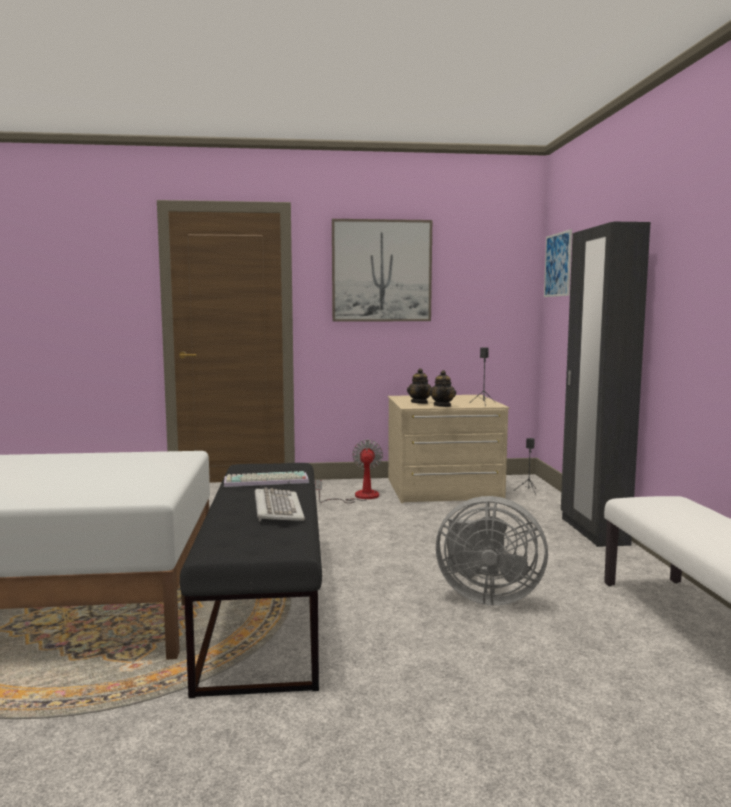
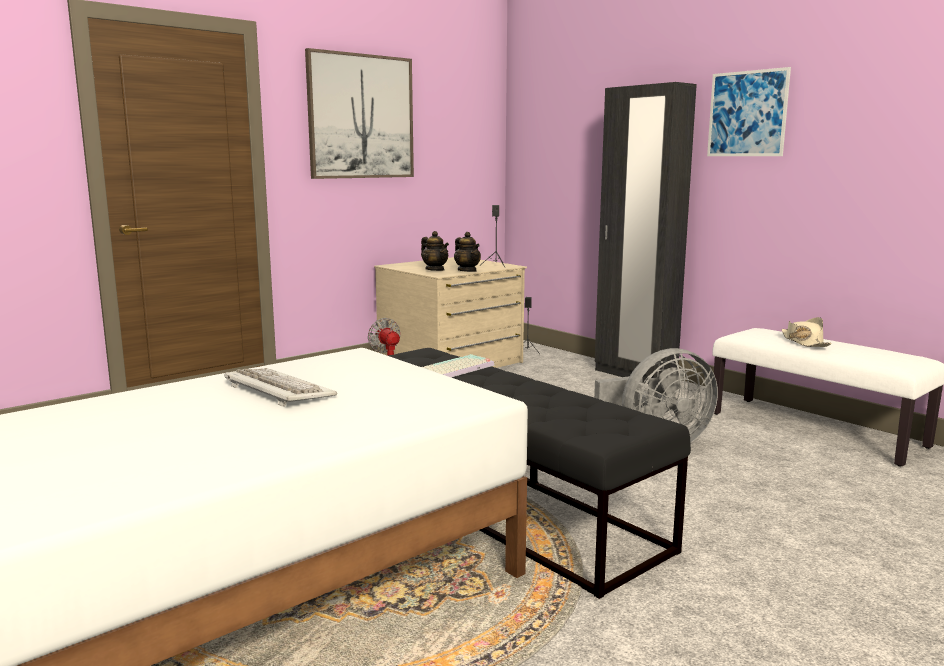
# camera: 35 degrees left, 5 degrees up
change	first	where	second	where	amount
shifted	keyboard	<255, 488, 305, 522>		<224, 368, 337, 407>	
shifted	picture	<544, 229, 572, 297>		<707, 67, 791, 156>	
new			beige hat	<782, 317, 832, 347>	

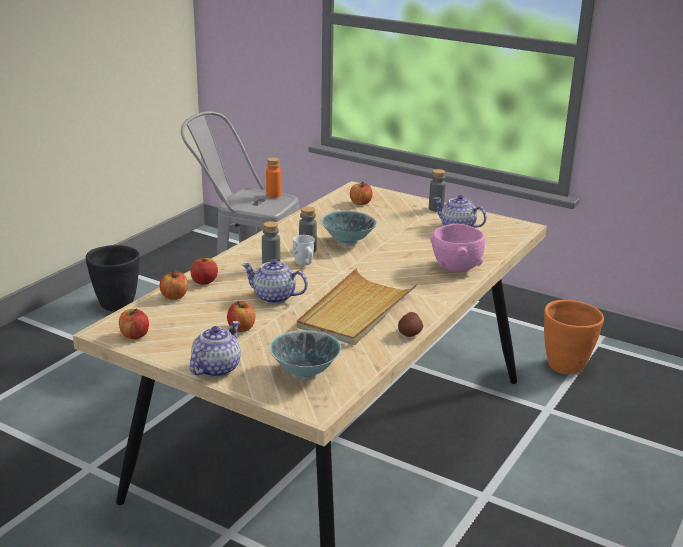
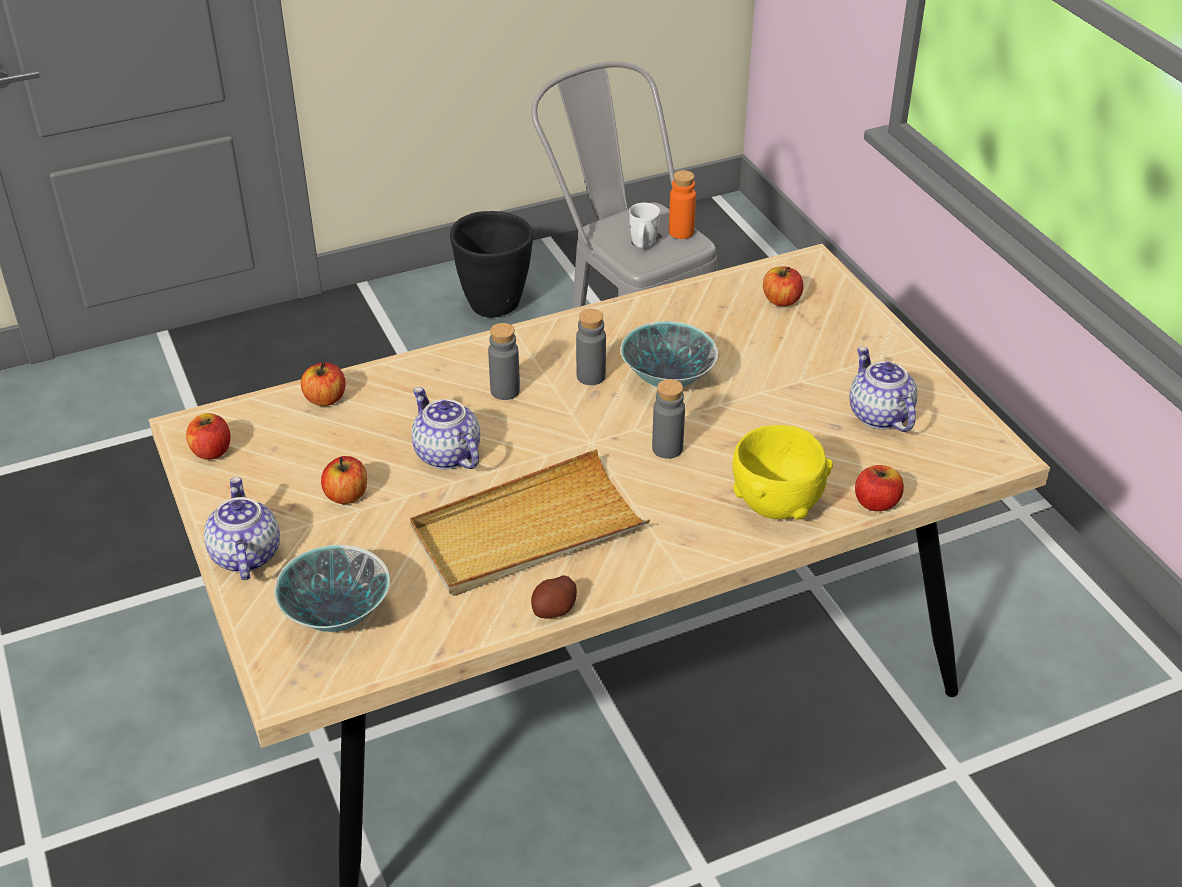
# camera: 35 degrees right, 15 degrees up
change	first	where	second	where	amount
rotated	pot for tea	<190, 321, 241, 377>		<204, 477, 280, 580>	75 degrees counterclockwise
shifted	white mug	<293, 235, 315, 265>		<629, 203, 660, 248>	
shifted	gray beverage bottle	<429, 169, 446, 212>		<652, 379, 685, 459>	
repainted	pink deep dish	<430, 224, 485, 272>	yellow deep dish	<733, 425, 833, 520>	
shifted	apple	<190, 258, 218, 285>		<855, 465, 904, 511>	
gone	orange-coloured planter	<544, 300, 604, 374>			

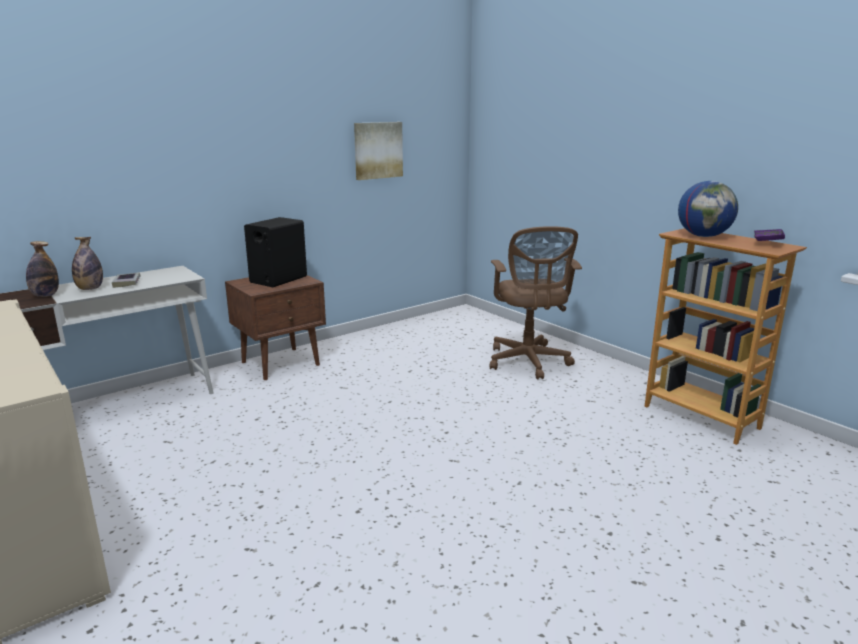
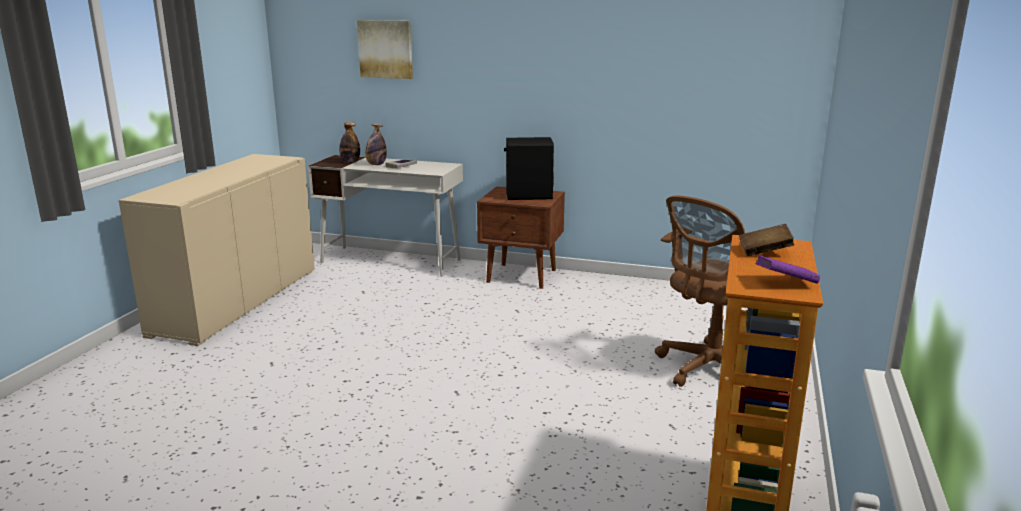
# camera: 55 degrees right, 0 degrees up
change	first	where	second	where	amount
shifted	picture	<354, 122, 403, 180>		<357, 20, 413, 79>	
swapped	desk globe	<678, 181, 738, 237>	brown-coloured book	<739, 224, 795, 256>	

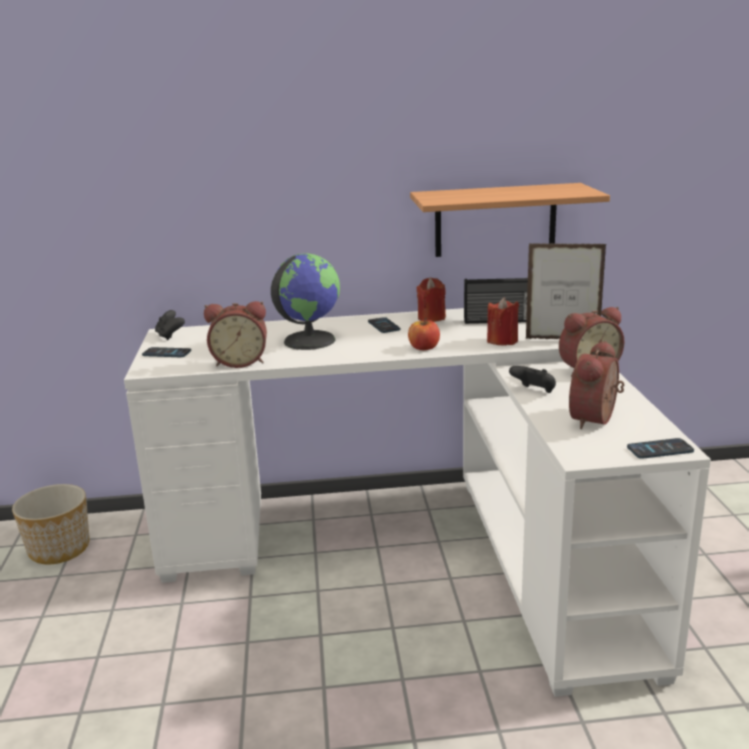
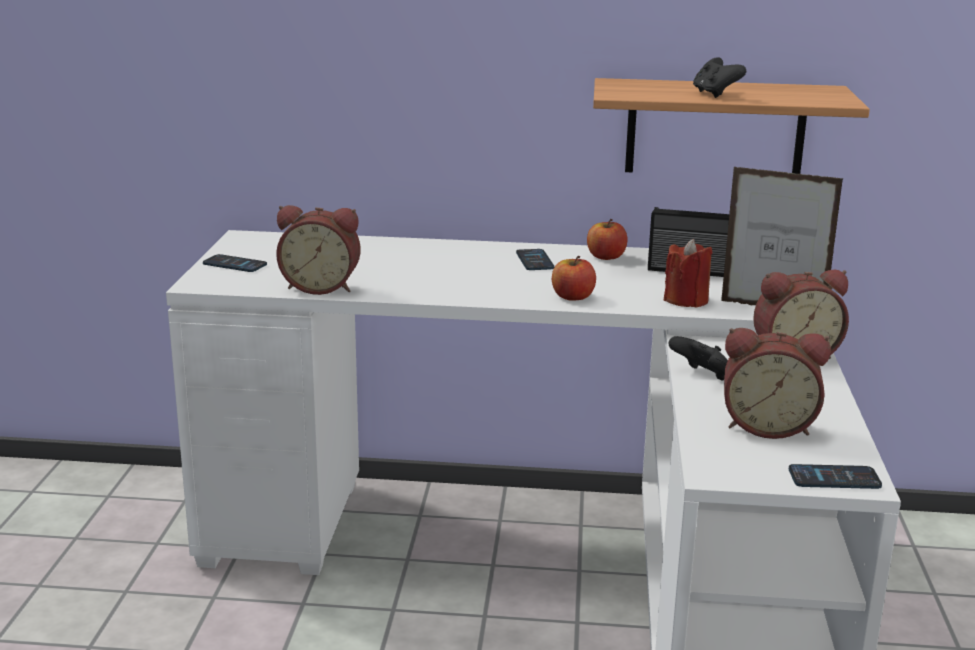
# camera: 10 degrees right, 0 degrees up
change	first	where	second	where	amount
swapped	red candle	<416, 278, 446, 322>	apple	<587, 219, 628, 260>	
shifted	blackish gamepad	<155, 310, 185, 340>		<693, 57, 746, 98>	
rotated	bedside clock	<569, 341, 624, 429>		<724, 328, 831, 439>	120 degrees counterclockwise
gone	planter	<12, 484, 90, 564>			
gone	desk globe	<271, 253, 340, 350>			

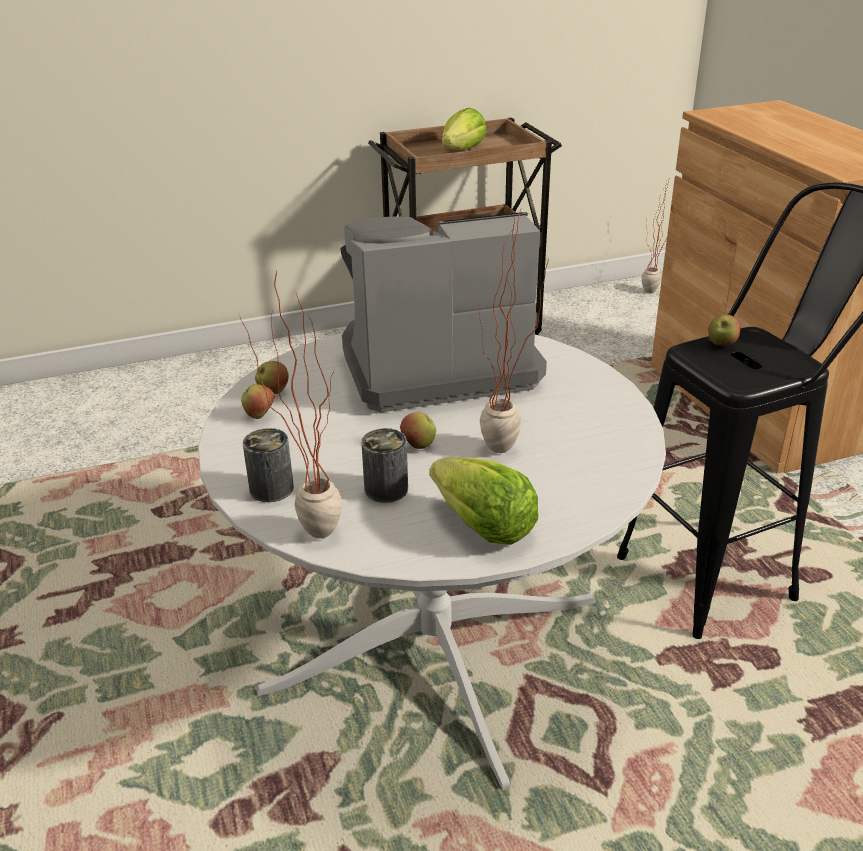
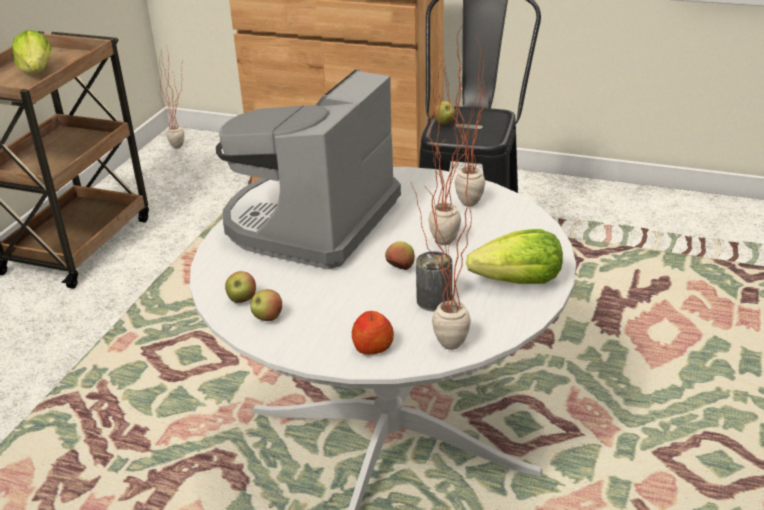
# camera: 50 degrees left, 0 degrees up
change	first	where	second	where	amount
swapped	metal can	<243, 428, 294, 502>	apple	<352, 311, 394, 355>	
new			houseplant	<439, 25, 486, 207>	

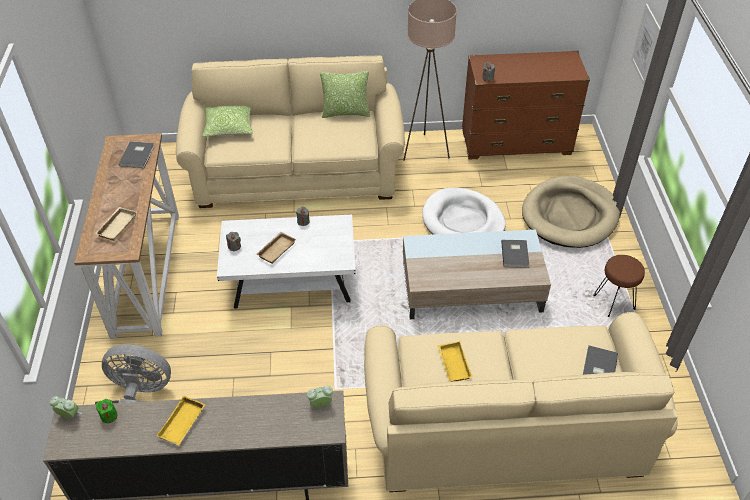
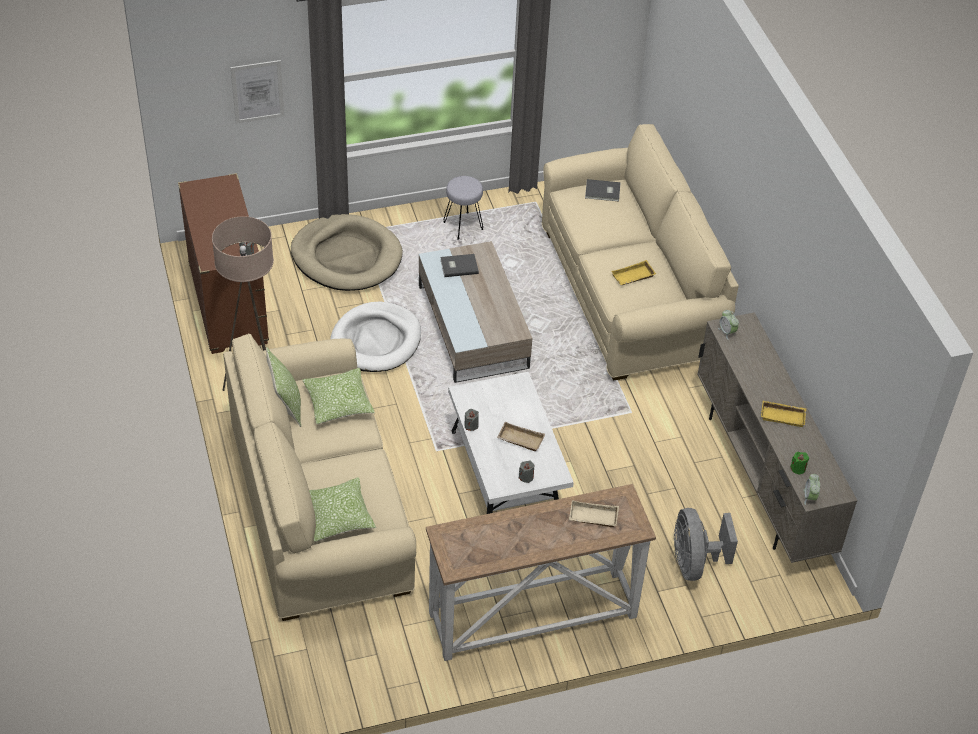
# camera: 105 degrees left, 0 degrees up
change	first	where	second	where	amount
new			pillow	<302, 368, 375, 424>	
repainted	brown-coloured stool	<593, 255, 645, 317>	gray stool	<443, 176, 483, 240>	
gone	gray book	<119, 141, 155, 168>			

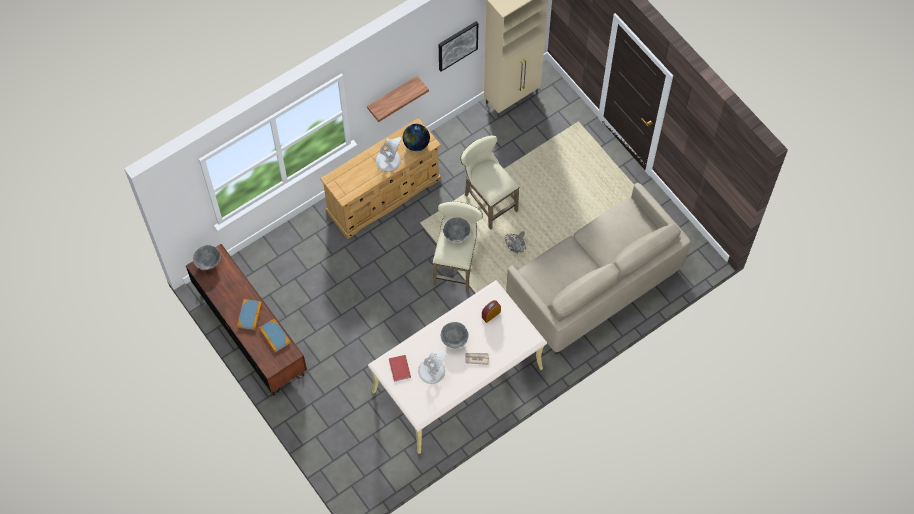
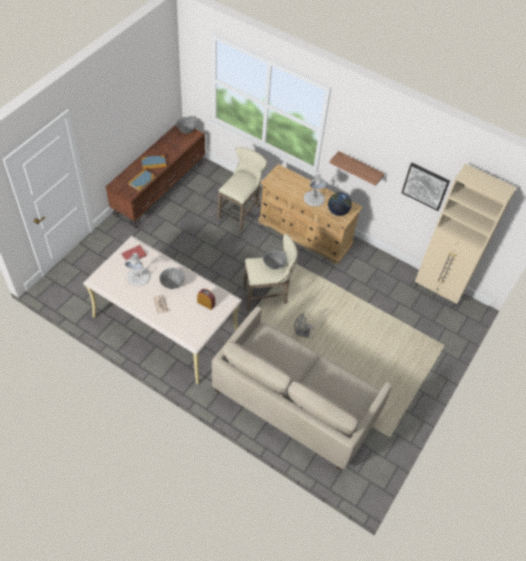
# camera: 65 degrees right, 10 degrees down
change	first	where	second	where	amount
shifted	beige stool	<460, 135, 519, 230>		<218, 147, 267, 231>	

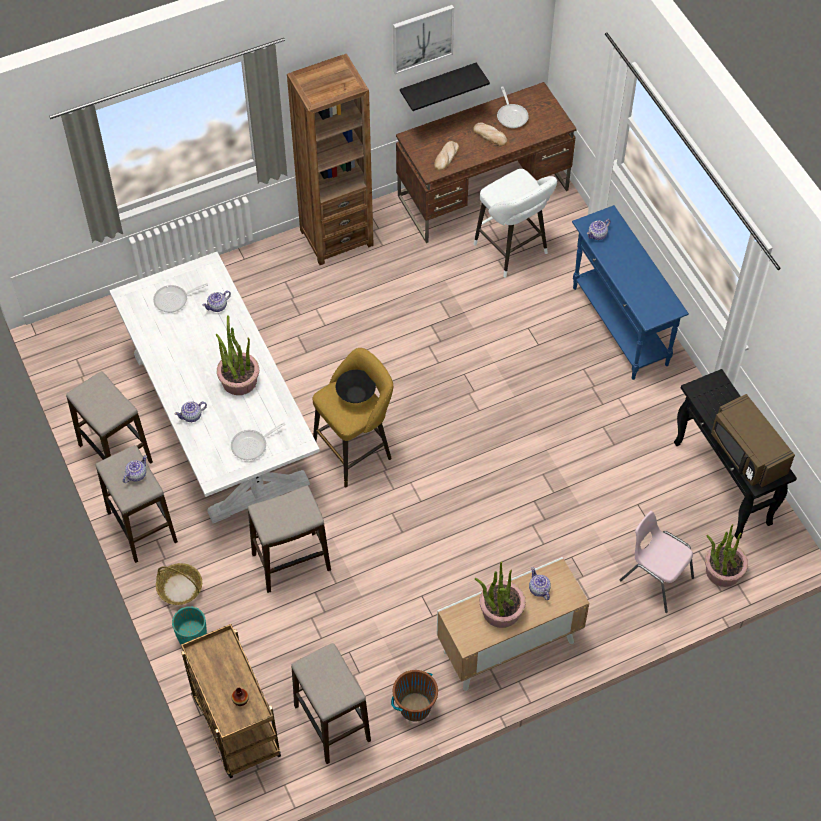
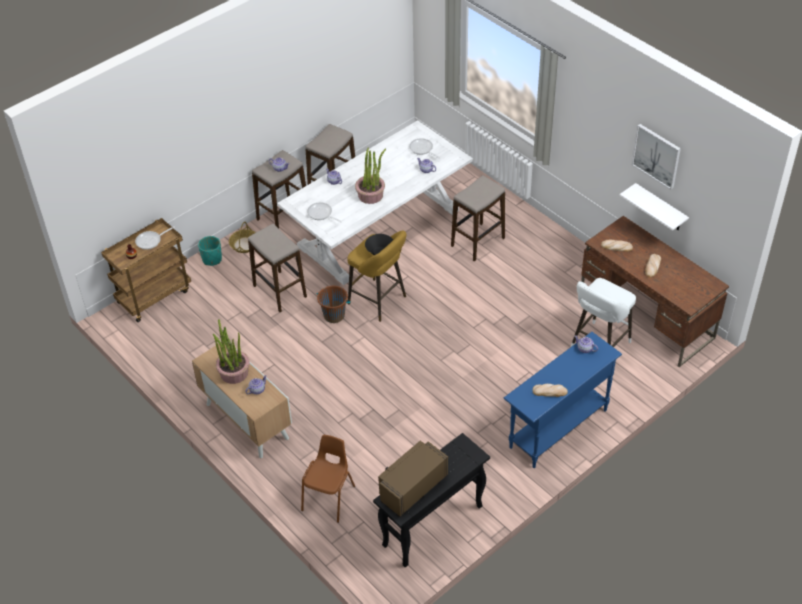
# camera: 75 degrees right, 10 degrees down
change	first	where	second	where	amount
shifted	frying pan	<497, 87, 529, 128>		<135, 226, 175, 250>	
repainted	pink chair	<620, 511, 694, 613>	brown-coloured chair	<301, 435, 355, 523>	
shifted	brown-coloured water bucket	<391, 670, 438, 722>		<317, 286, 350, 323>	
shifted	stool	<291, 643, 371, 764>		<451, 175, 505, 262>	
new			baked bread	<533, 384, 568, 397>	
repainted	blackish bracket shelf	<400, 62, 490, 111>	white bracket shelf	<619, 183, 689, 231>	
gone	brown-coloured shelving unit	<287, 54, 374, 265>			
gone	houseplant	<705, 524, 748, 587>			

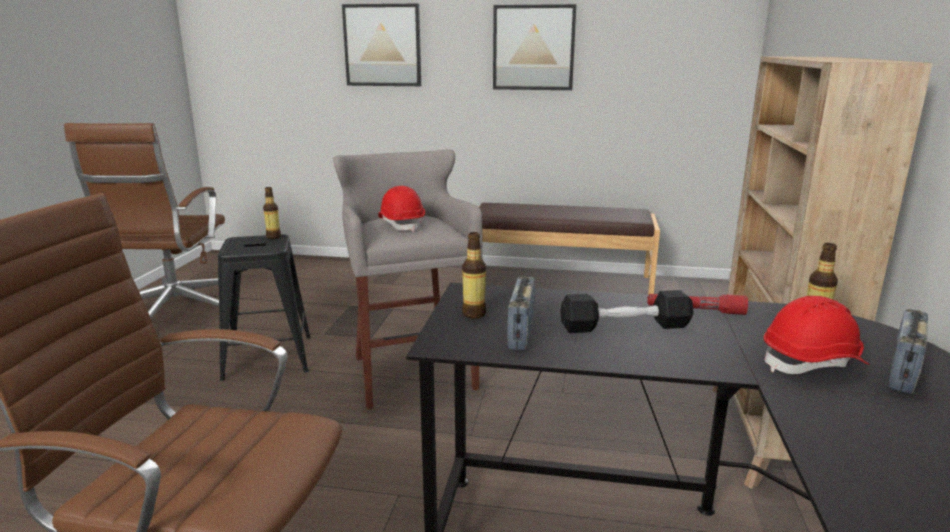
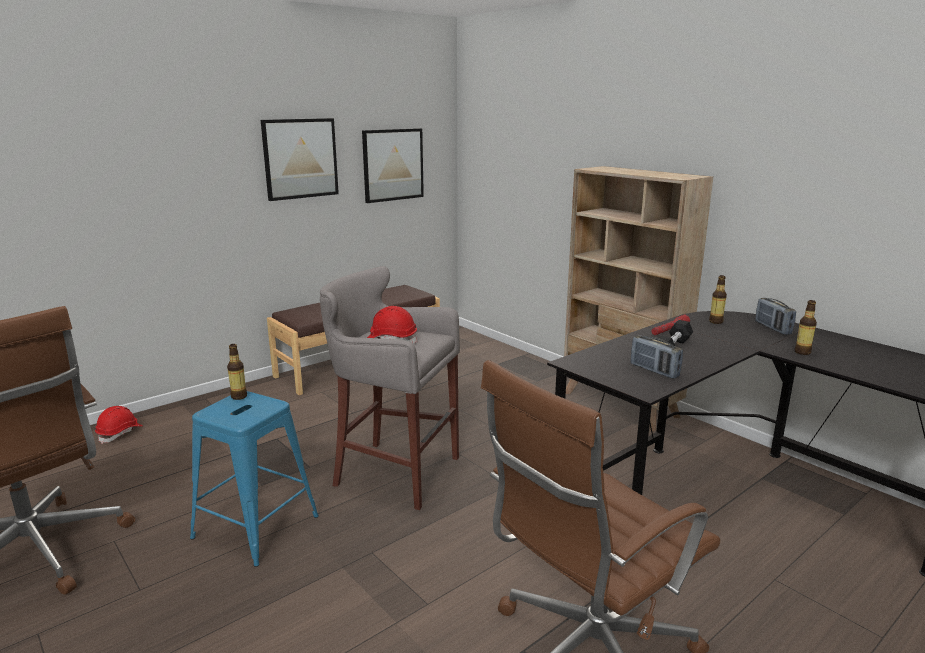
# camera: 50 degrees left, 0 degrees up
change	first	where	second	where	amount
shifted	red safety helmet	<763, 296, 870, 374>		<95, 406, 143, 444>	
repainted	blackish stool	<218, 234, 311, 381>	blue-coloured stool	<190, 391, 319, 567>	
shifted	picture	<342, 4, 421, 86>		<362, 128, 424, 203>	
shifted	beverage bottle	<462, 232, 486, 318>		<795, 300, 817, 355>	

